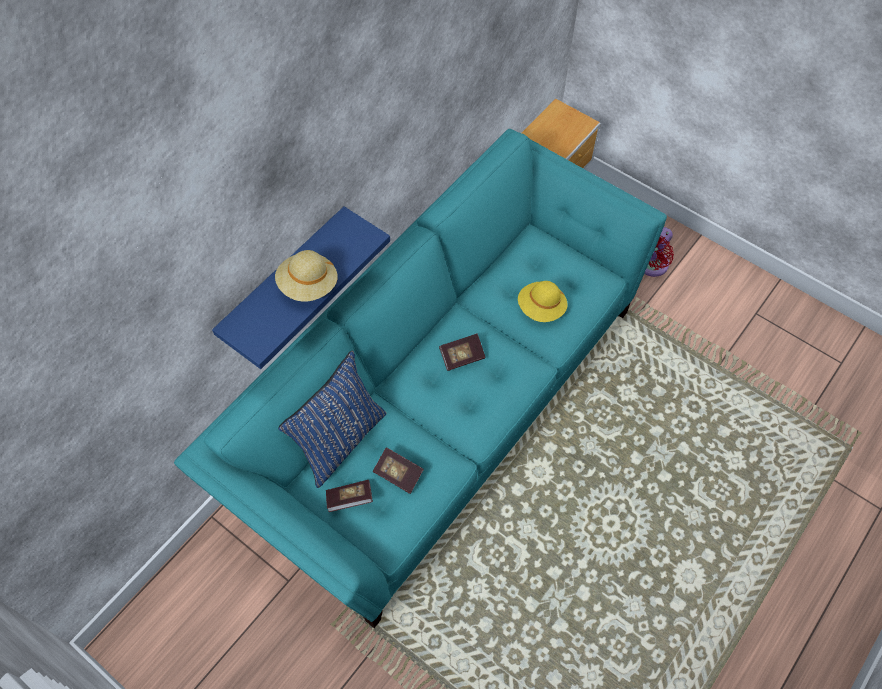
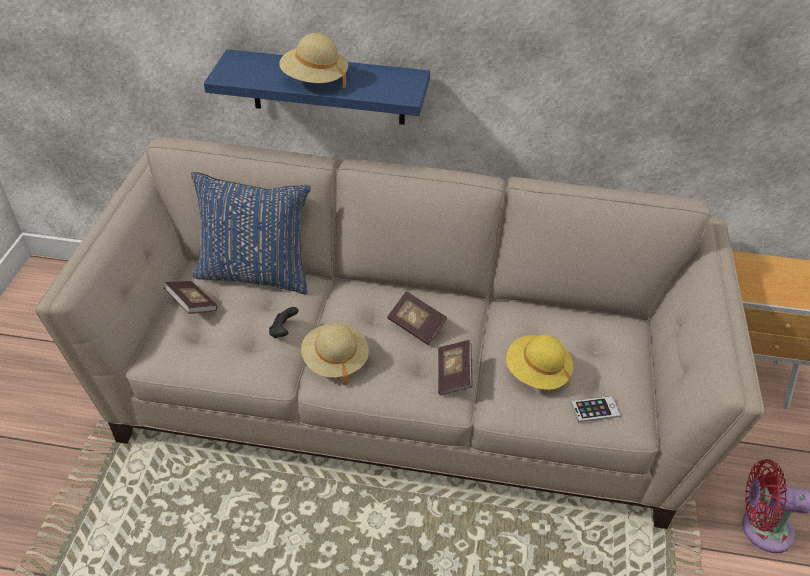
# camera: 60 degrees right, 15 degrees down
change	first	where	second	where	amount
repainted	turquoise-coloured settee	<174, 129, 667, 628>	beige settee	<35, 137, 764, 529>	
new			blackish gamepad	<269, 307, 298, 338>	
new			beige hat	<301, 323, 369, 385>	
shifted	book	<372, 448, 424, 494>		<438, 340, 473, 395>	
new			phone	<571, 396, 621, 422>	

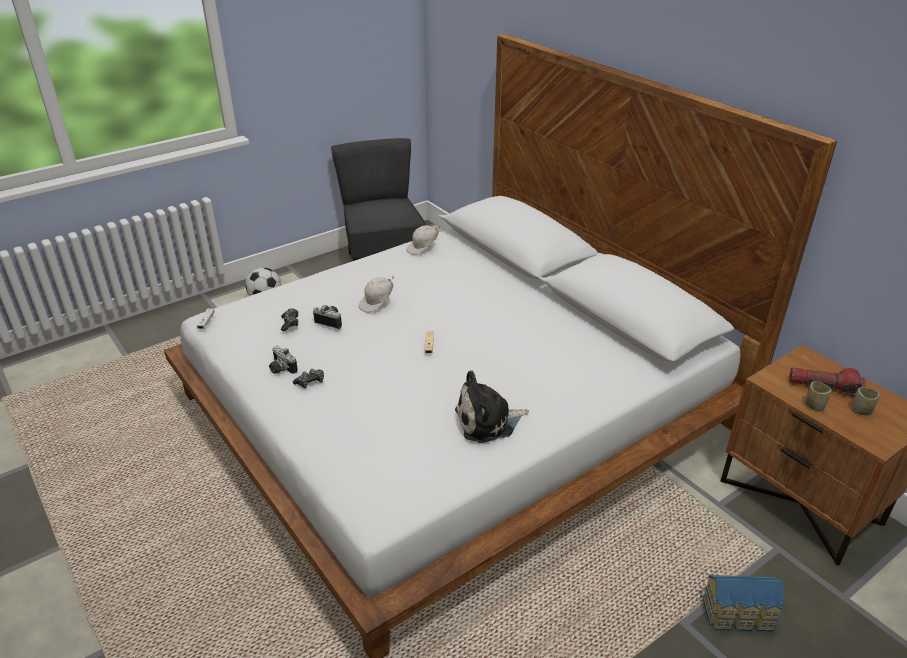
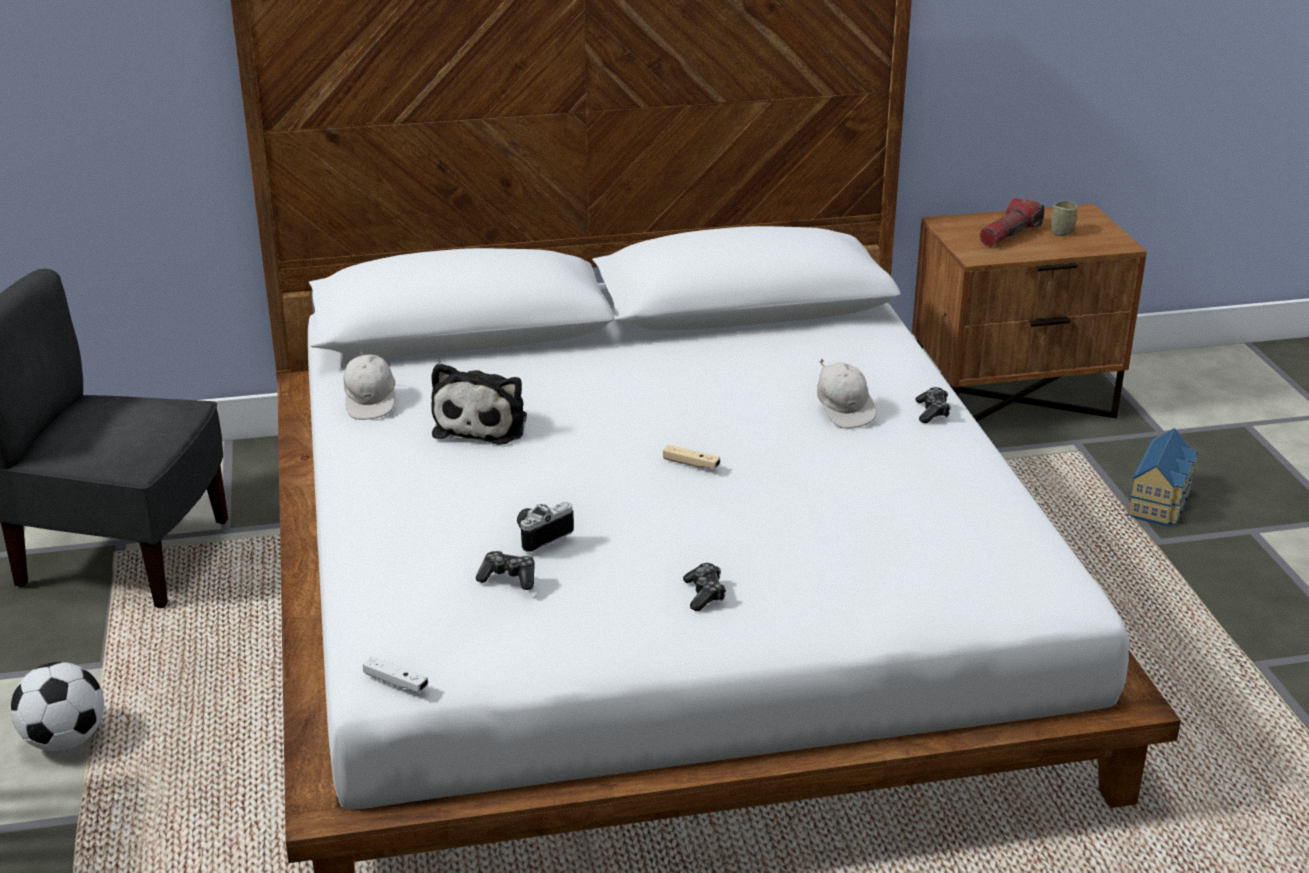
# camera: 65 degrees left, 5 degrees down
change	first	where	second	where	amount
shifted	cuddly toy	<455, 370, 529, 443>		<431, 363, 527, 445>	
shifted	white peaked cap	<358, 276, 394, 313>		<817, 359, 877, 429>	
new			gamepad	<916, 387, 951, 423>	
gone	still camera	<269, 346, 298, 374>			
gone	small cup	<805, 381, 832, 411>			

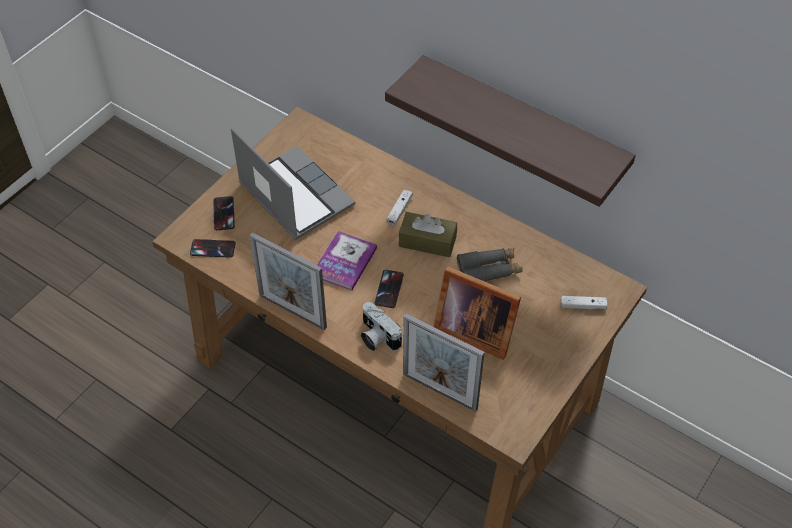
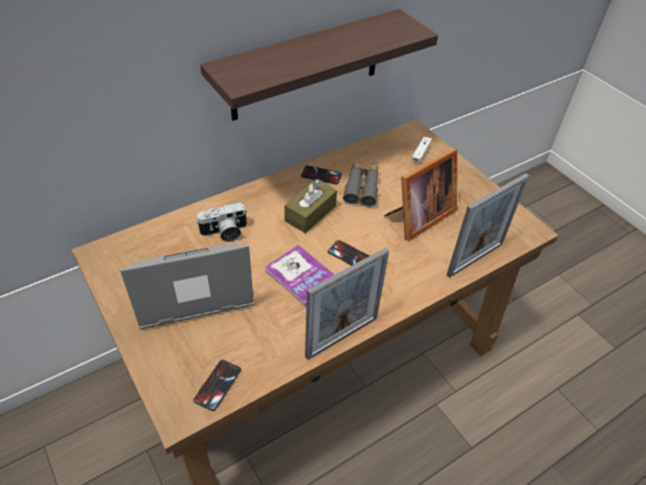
# camera: 70 degrees left, 5 degrees down
change	first	where	second	where	amount
shifted	still camera	<361, 302, 402, 351>		<196, 202, 247, 242>	
shifted	phone	<213, 196, 235, 230>		<301, 165, 342, 184>	
gone	white gamepad	<387, 189, 413, 226>			

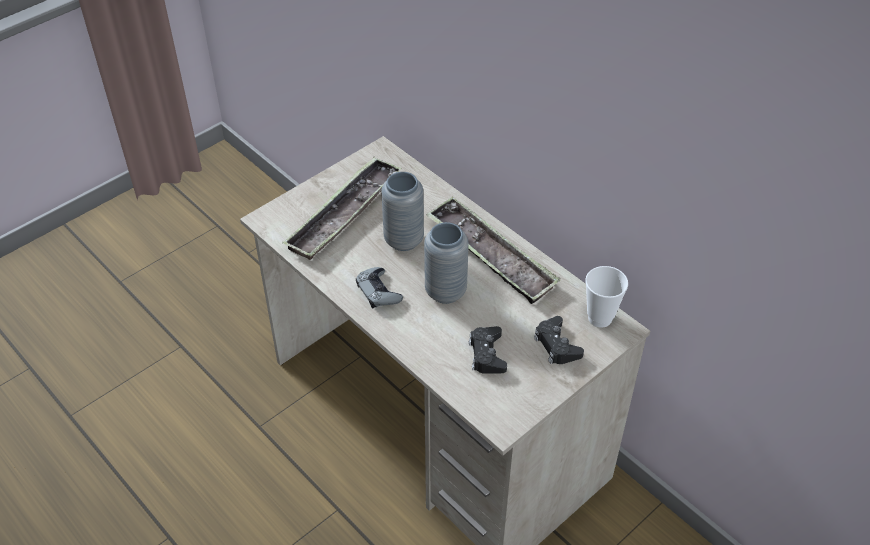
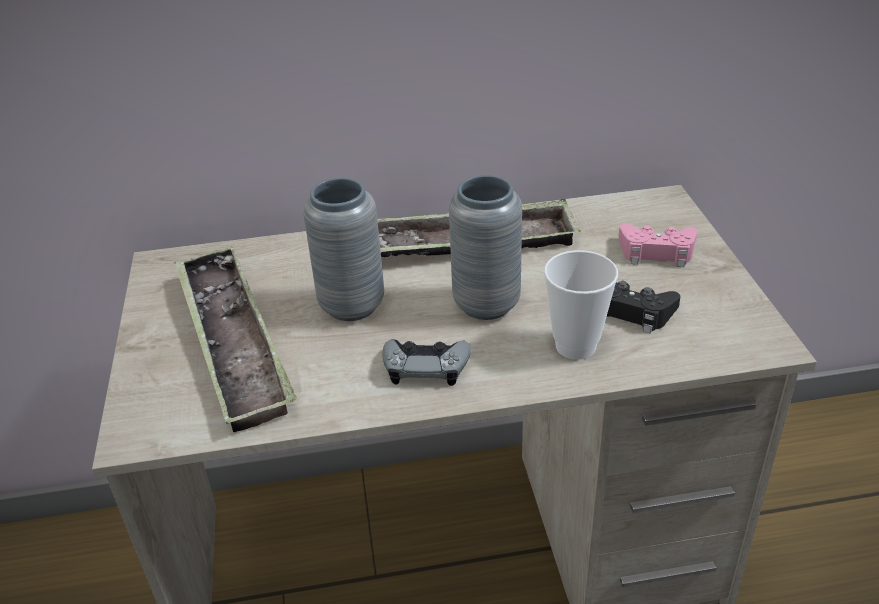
# camera: 55 degrees left, 10 degrees down
change	first	where	second	where	amount
shifted	small cup	<585, 266, 628, 328>		<544, 250, 618, 360>	
repainted	blackish gamepad	<534, 316, 584, 364>	pink gamepad	<619, 224, 697, 267>	

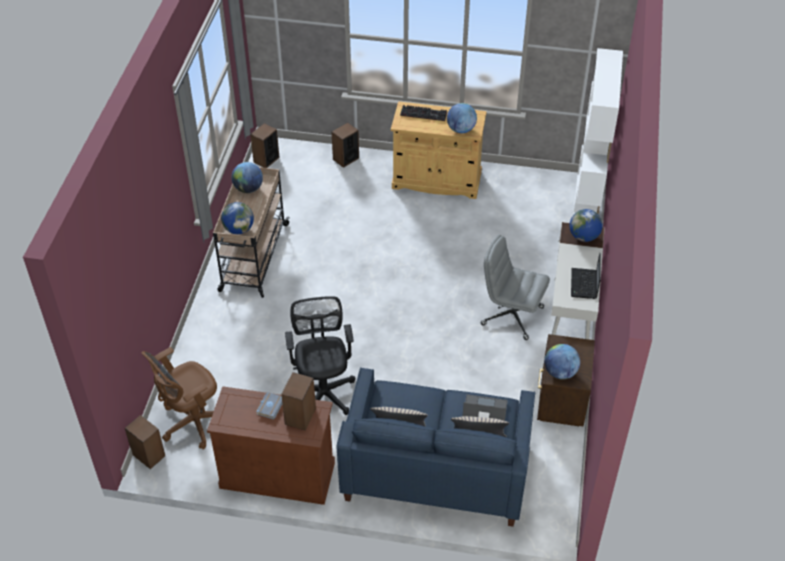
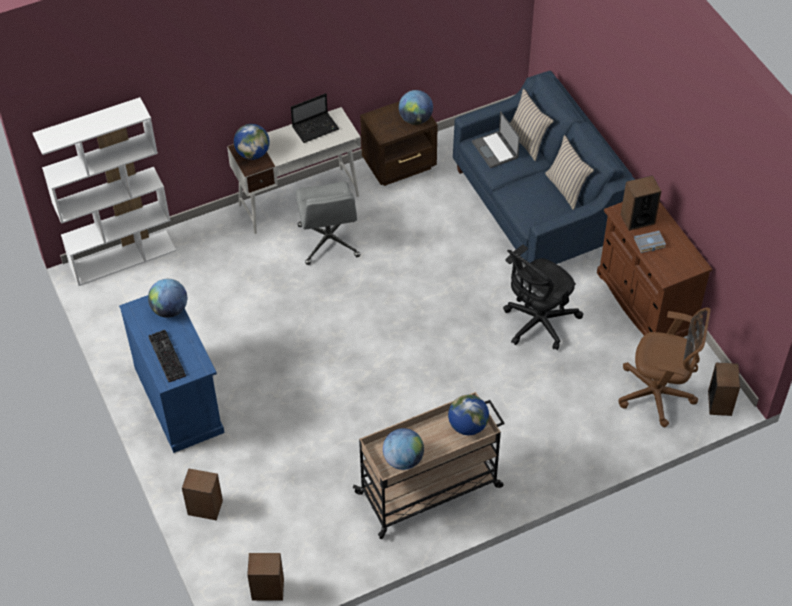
# camera: 125 degrees left, 5 degrees up
change	first	where	second	where	amount
repainted	beige cupboard	<391, 101, 487, 199>	blue-coloured cupboard	<119, 295, 224, 453>	

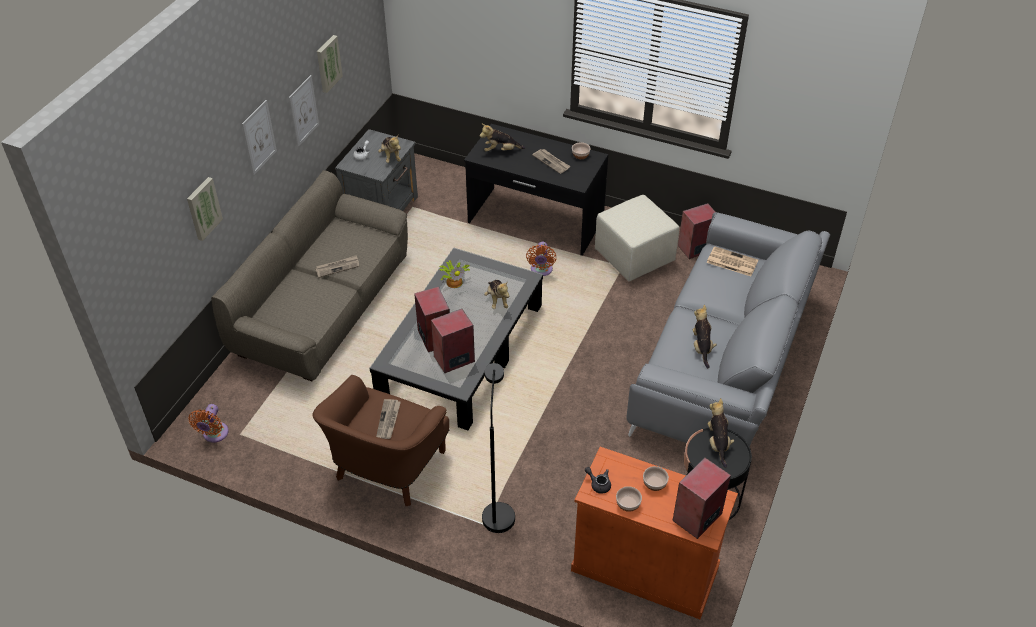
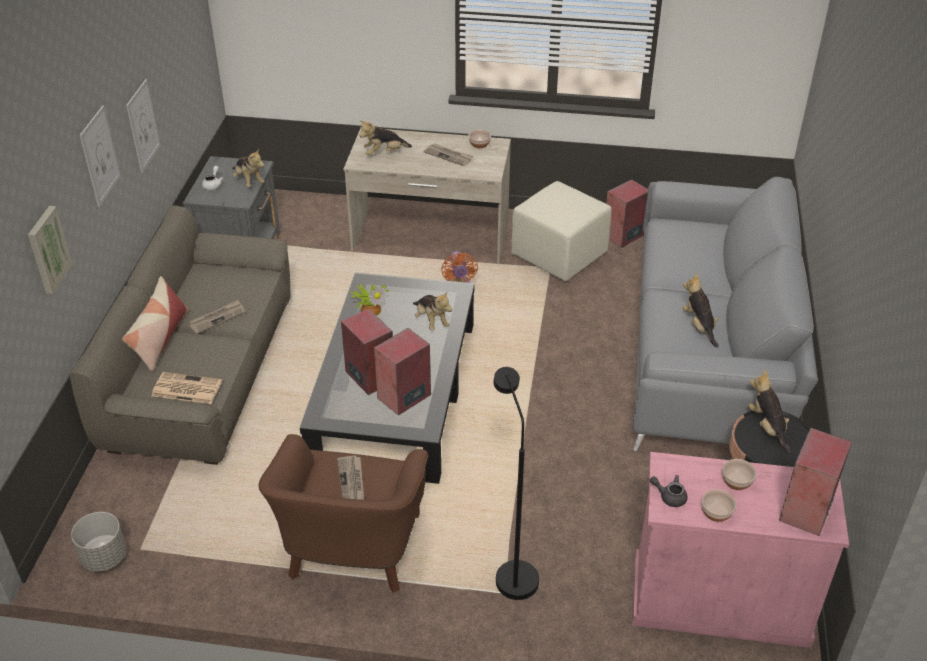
# camera: 15 degrees left, 5 degrees down
change	first	where	second	where	amount
swapped	orange-coloured fan	<188, 404, 229, 443>	gray planter	<71, 512, 127, 572>	
new			pillow	<122, 276, 189, 371>	
shifted	daily paper	<707, 246, 758, 276>		<152, 372, 222, 404>	
repainted	blackish desk table	<464, 124, 608, 256>	beige desk table	<344, 128, 511, 264>	
repainted	orange-coloured cupboard	<571, 447, 738, 619>	pink cupboard	<632, 452, 849, 648>	
gone	picture	<317, 35, 343, 93>			

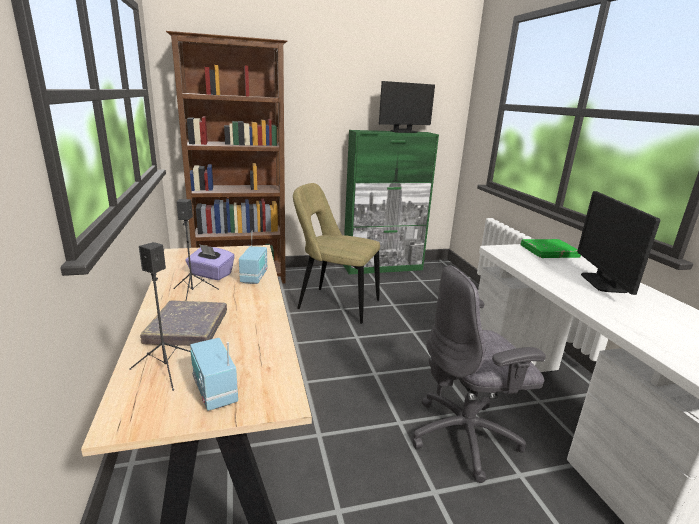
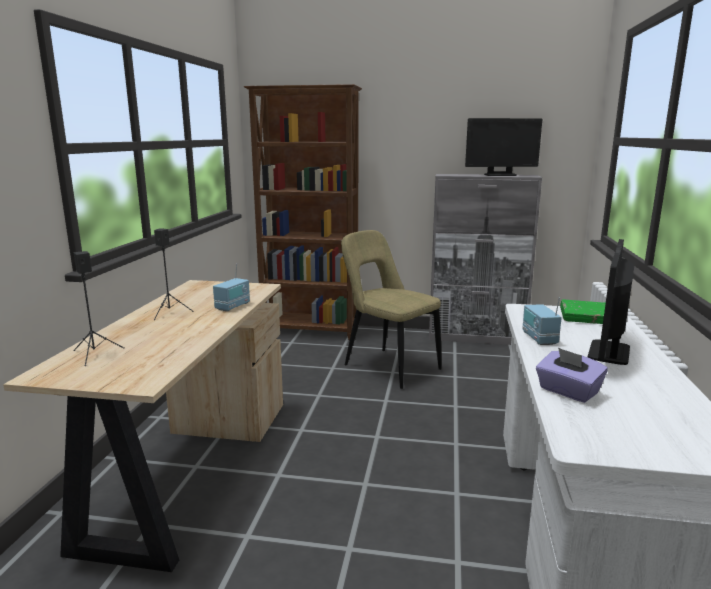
# camera: 25 degrees right, 5 degrees down
change	first	where	second	where	amount
repainted	greenish cupboard	<343, 130, 439, 275>	gray cupboard	<429, 174, 542, 345>	
shifted	radio	<190, 338, 238, 411>		<522, 297, 562, 345>	
shifted	purple-coloured tissue box	<185, 244, 235, 280>		<536, 347, 608, 403>	
gone	gray book	<140, 301, 227, 346>			
gone	gray office chair	<412, 265, 546, 483>			

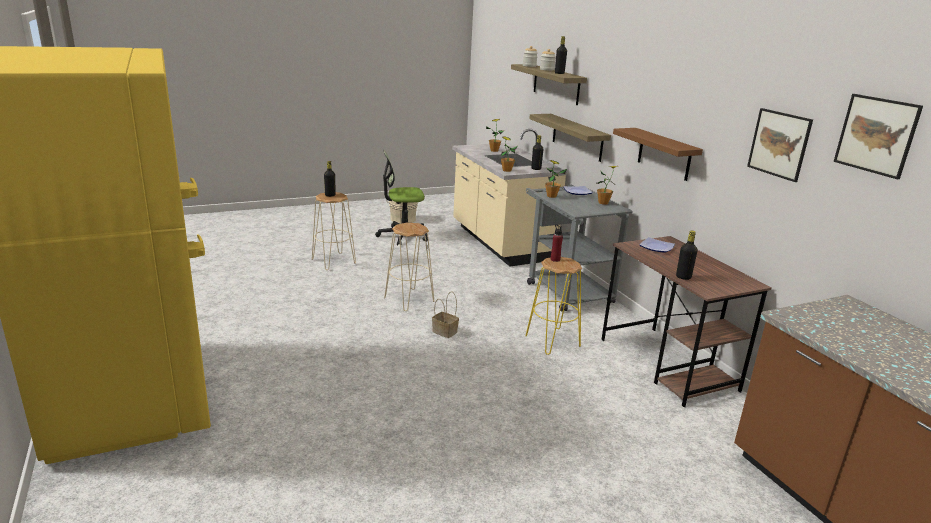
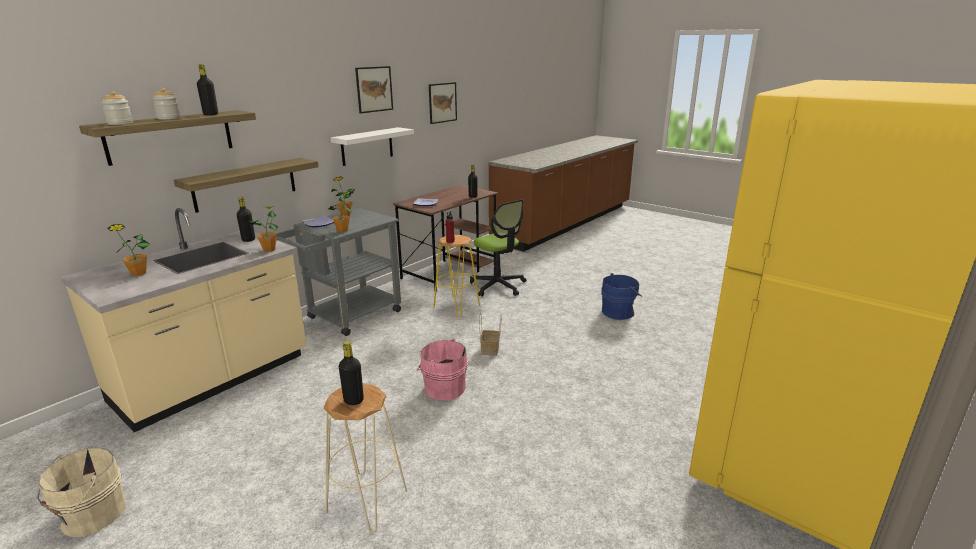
# camera: 115 degrees left, 0 degrees up
change	first	where	second	where	amount
repainted	brown-coloured bracket shelf	<613, 128, 703, 181>	white bracket shelf	<331, 127, 414, 166>	
shifted	picture	<833, 94, 923, 179>		<355, 66, 393, 113>	
swapped	beige stool	<384, 222, 434, 311>	pink water bucket	<416, 338, 468, 401>	
shifted	office chair	<375, 149, 428, 246>		<470, 200, 526, 297>	
new			blue-coloured water bucket	<601, 273, 642, 320>	

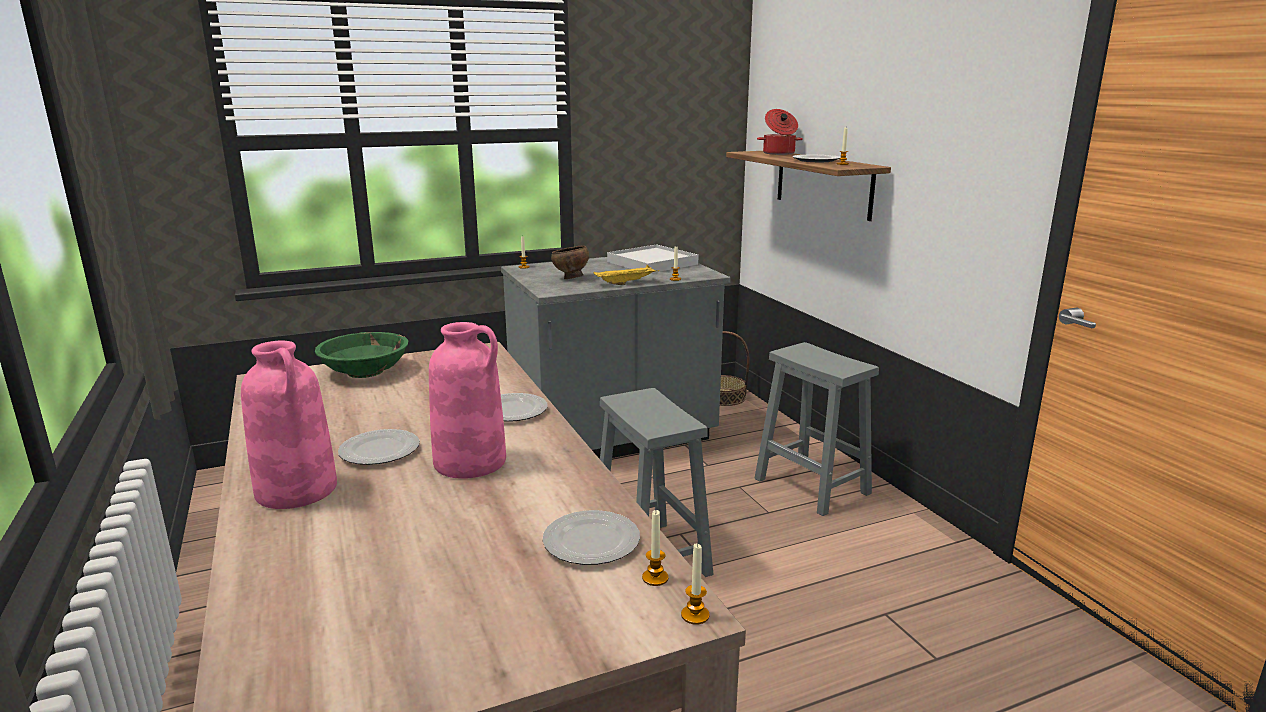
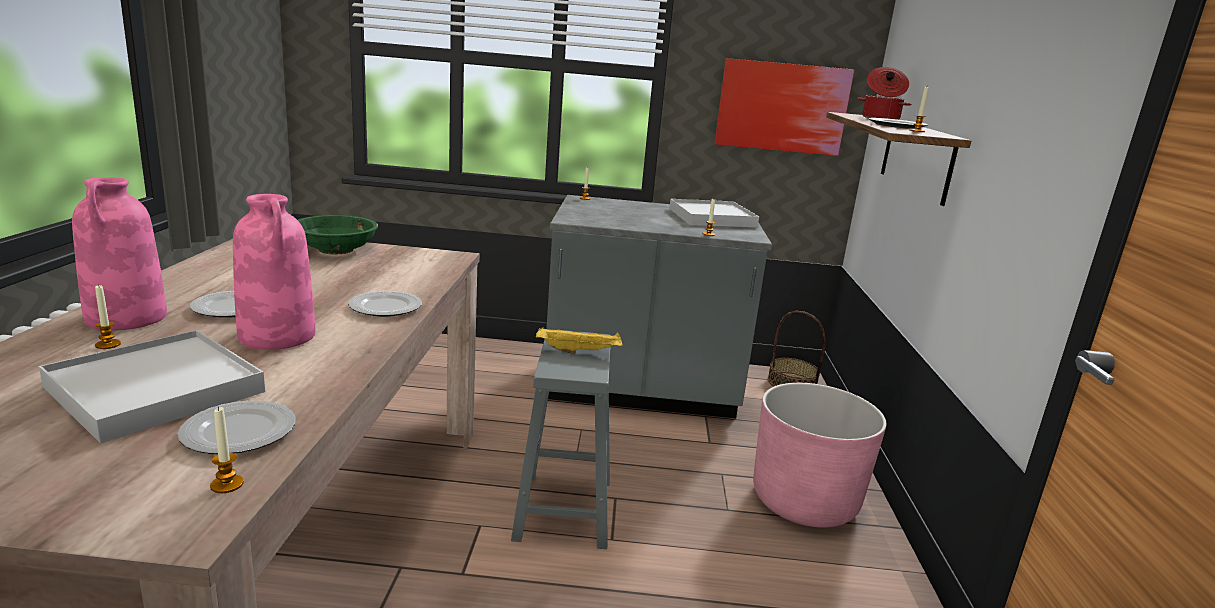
# camera: 25 degrees right, 0 degrees up
change	first	where	second	where	amount
new			white serving tray	<39, 330, 265, 443>	
shifted	candle	<681, 543, 710, 625>		<95, 284, 121, 349>	
shifted	yellow serving tray	<593, 265, 659, 285>		<536, 328, 622, 354>	
new			picture	<715, 58, 854, 156>	
swapped	gray stool	<754, 342, 879, 516>	pink planter	<753, 383, 886, 528>	
gone	brown-coloured deep dish	<551, 245, 589, 279>			

